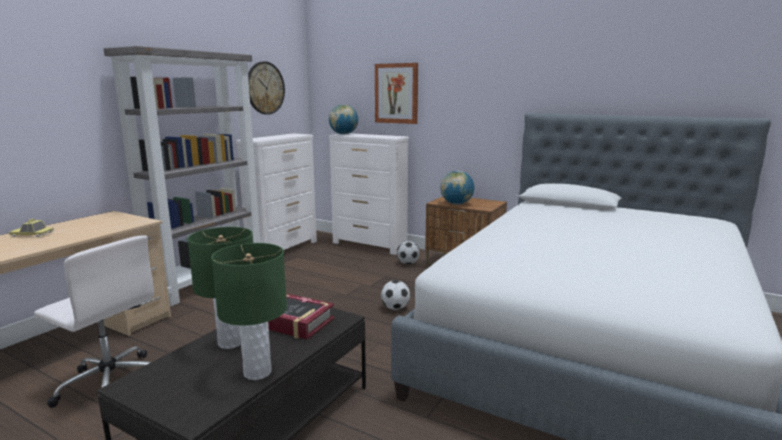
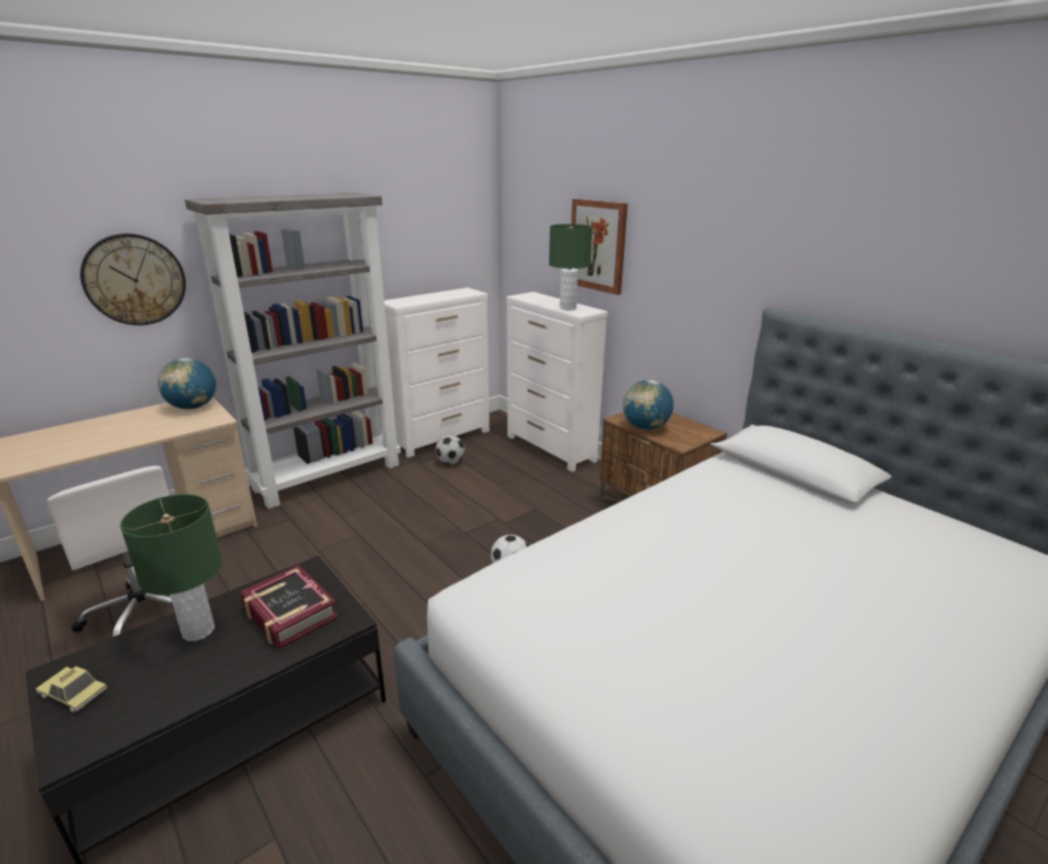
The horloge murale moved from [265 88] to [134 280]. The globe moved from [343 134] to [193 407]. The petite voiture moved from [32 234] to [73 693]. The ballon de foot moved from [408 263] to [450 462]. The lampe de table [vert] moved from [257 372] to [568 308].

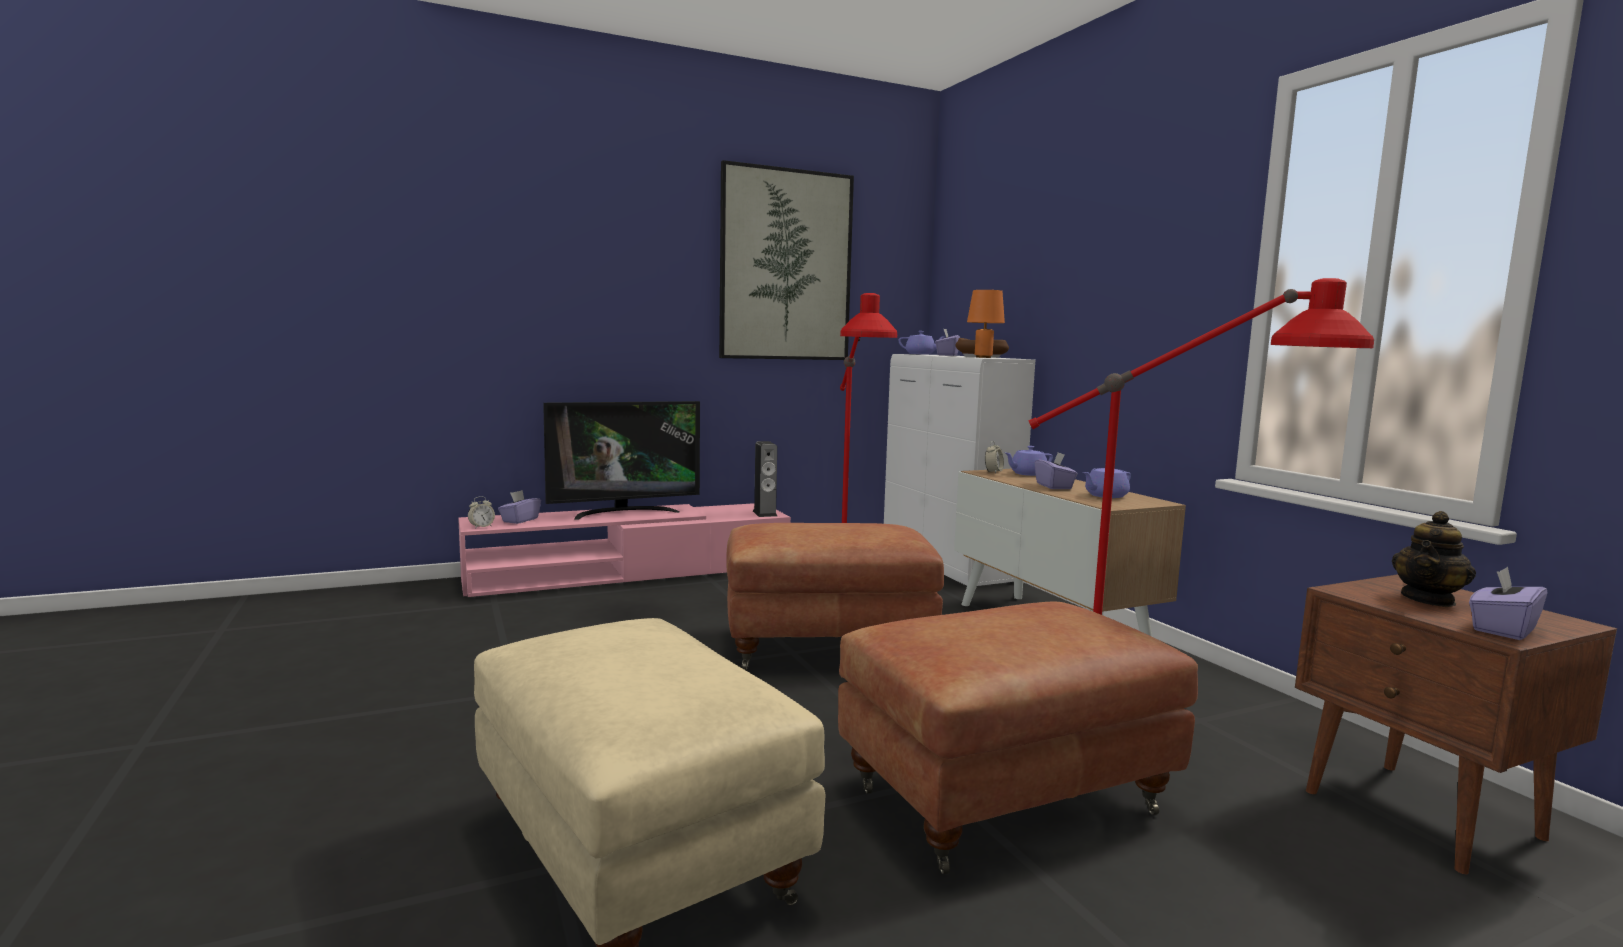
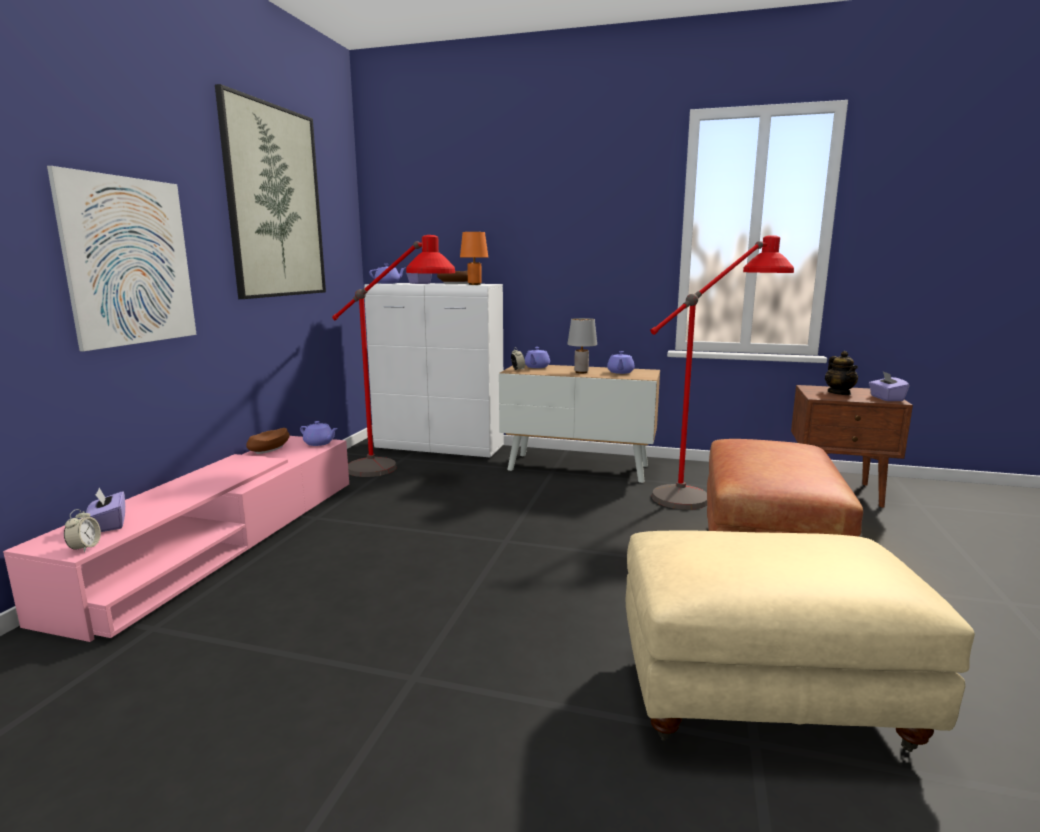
The téléviseur at [624 512] disappeared. The enceinte at [764 513] was replaced by the théière [violet] at [319 443]. The boîte à mouchoirs [violet] at [1054 486] was replaced by the lampe de table [gris] at [581 372]. The pouf [marron] at [828 647] disappeared. The tableau at [130 261] appeared. The bol [marron] at [269 449] appeared.

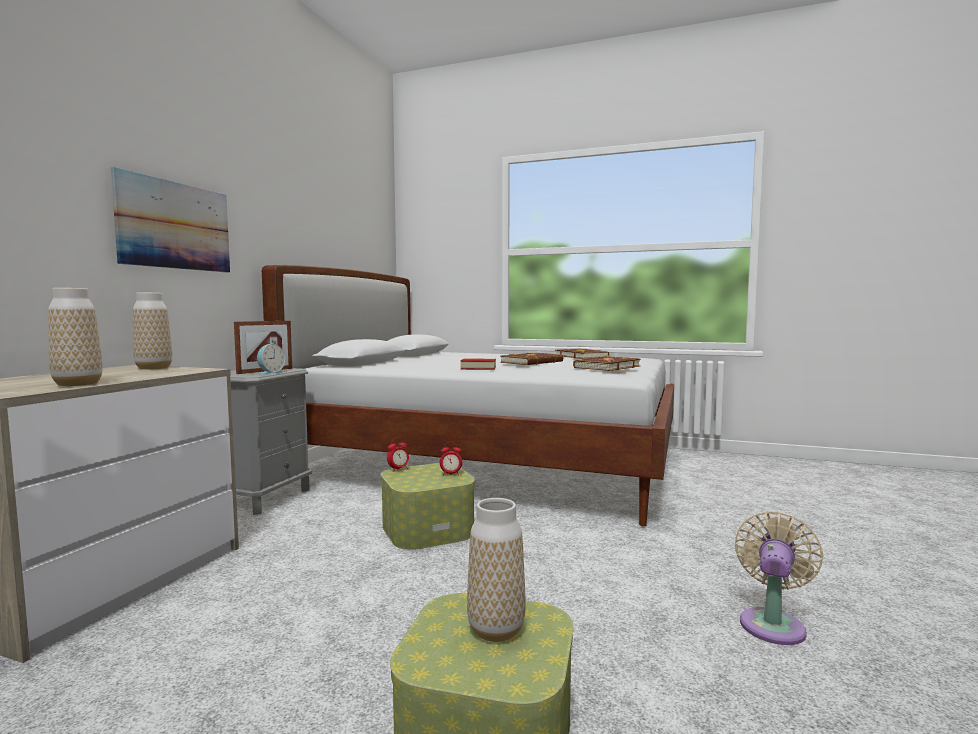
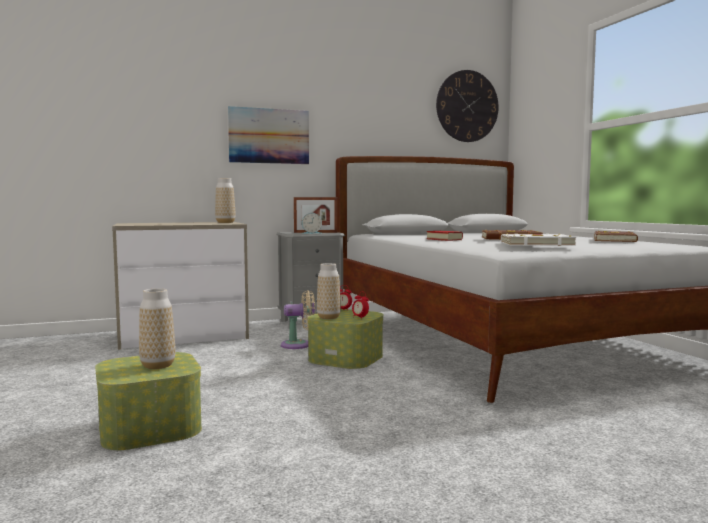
The vase moved from [78 384] to [328 317]. The livre [marron] at [606 367] became the livre [blanc] at [536 244]. The ventilateur [beige] moved from [773 623] to [299 345]. The horloge murale at [467 106] appeared.

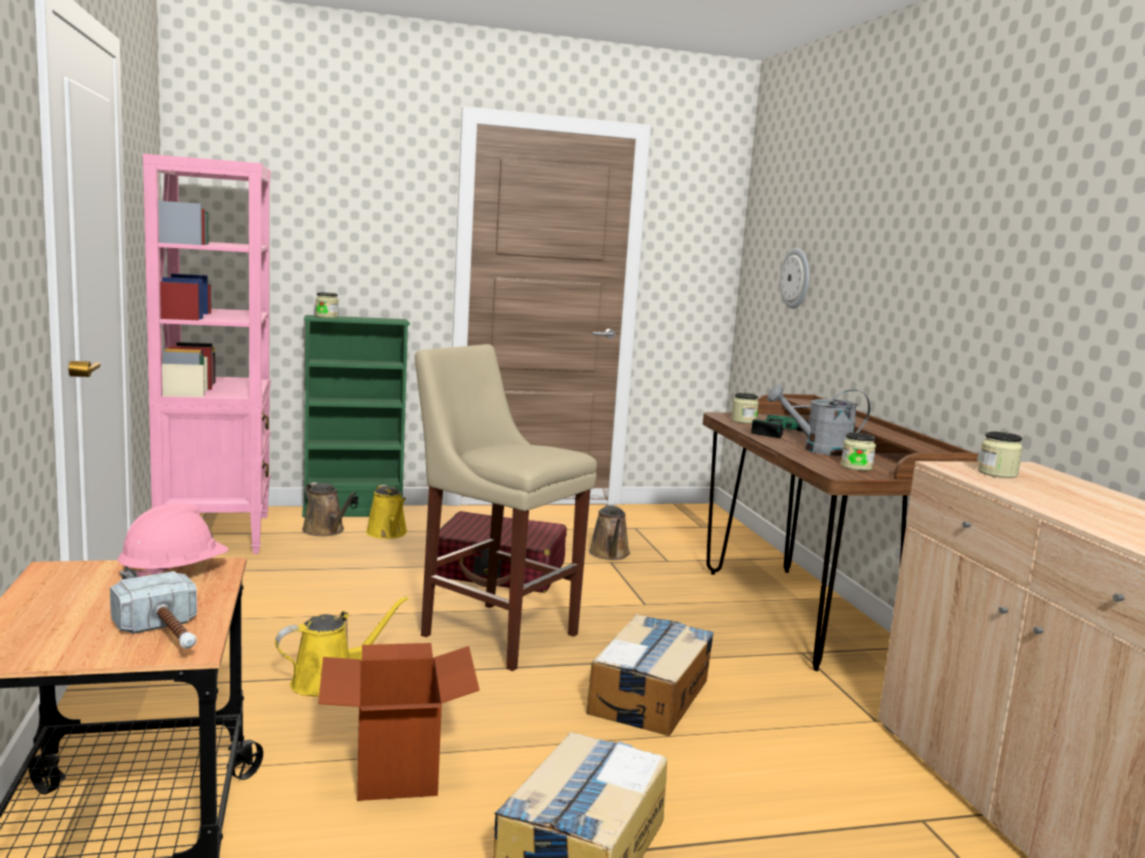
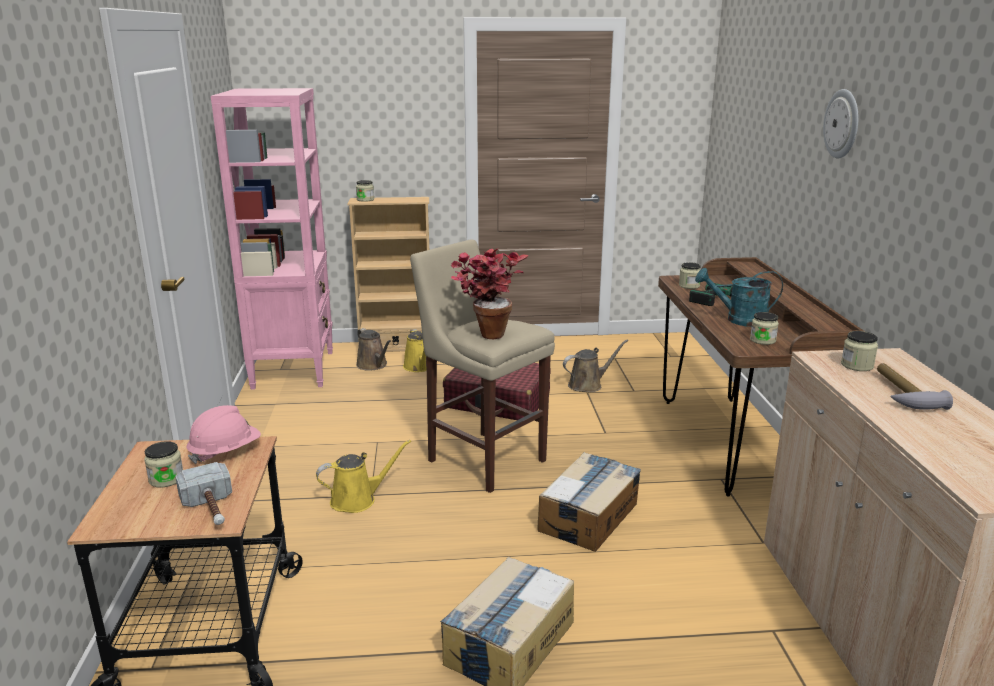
The horloge murale moved from [796 278] to [842 124]. The bibliothèque [vert] at [353 511] became the bibliothèque [beige] at [396 346]. The arrosoir [gris] at [818 450] became the arrosoir [turquoise] at [739 320]. The arrosoir [marron] at [610 554] turned 120 degrees counterclockwise. The carton at [396 770] disappeared. The plante en pot at [486 333] appeared. The marteau at [901 393] appeared. The bocal at [166 479] appeared.

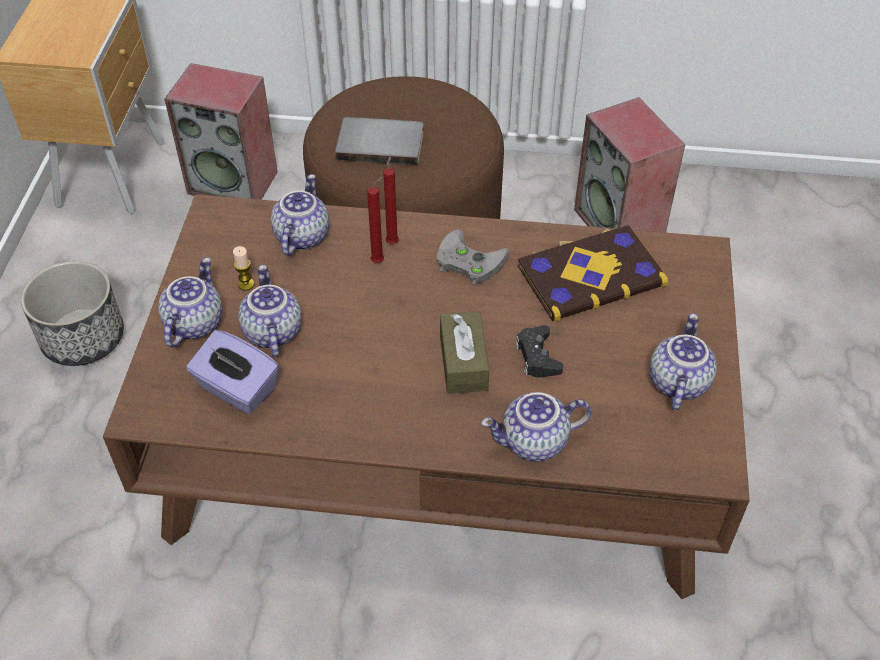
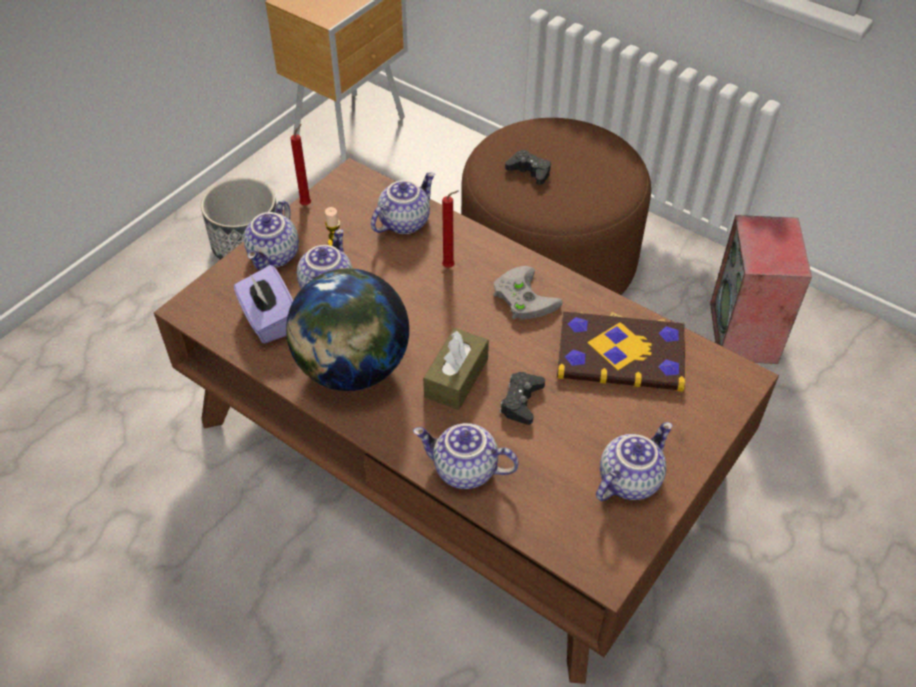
The enceinte at [234 182] disappeared. The livre [gris] at [380 142] was replaced by the manette [noir] at [529 171]. The bougie [rouge] moved from [393 241] to [307 204]. The théière at [193 323] turned 150 degrees clockwise. The globe at [352 368] appeared.

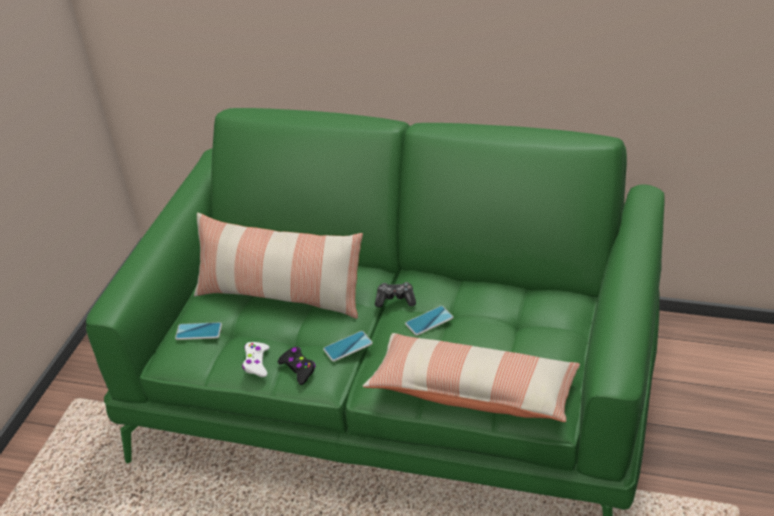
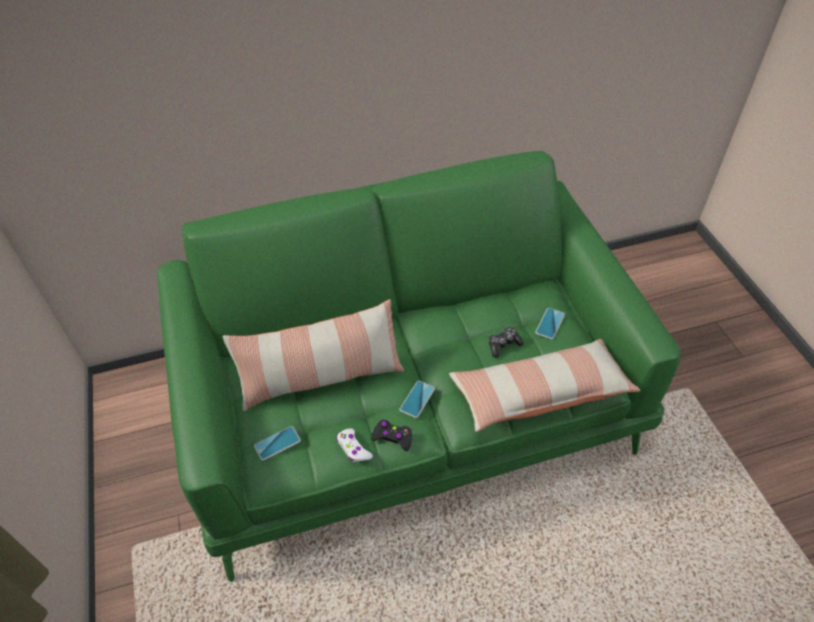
The manette moved from [395 299] to [503 345]. The téléphone moved from [429 321] to [550 323].

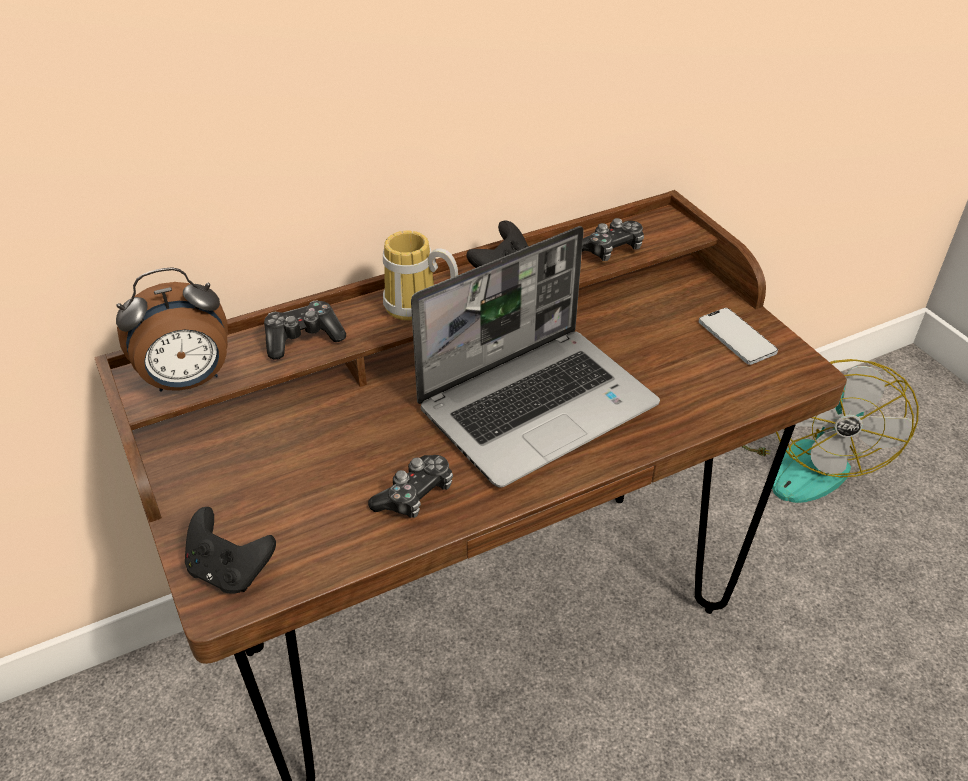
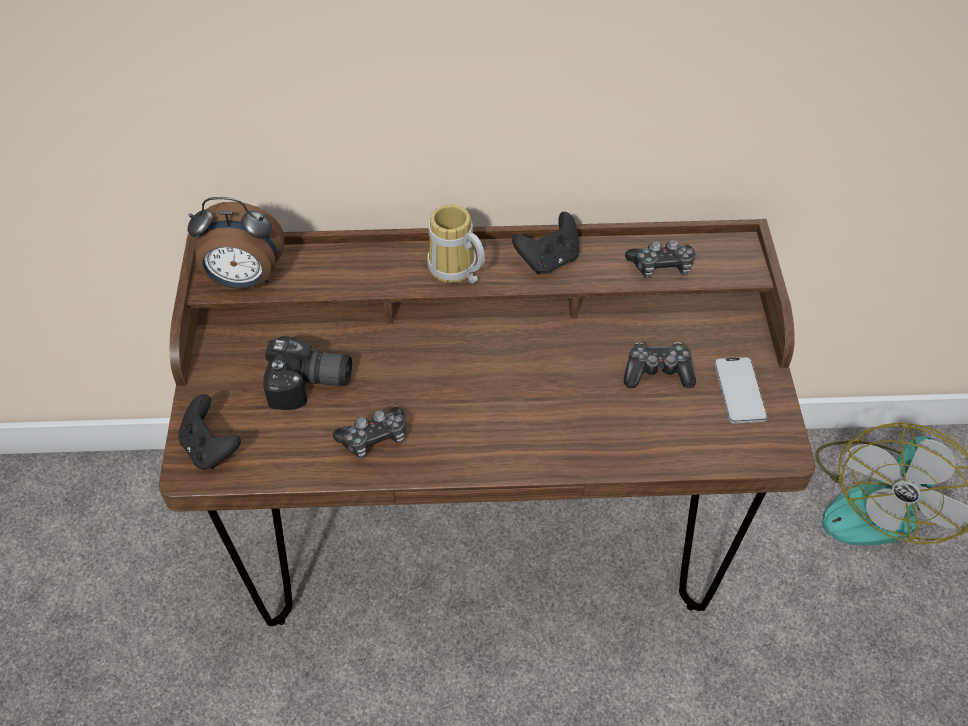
The ordinateur portable at [538 405] disappeared. The manette moved from [303 338] to [657 372]. The appareil photo at [310 385] appeared.

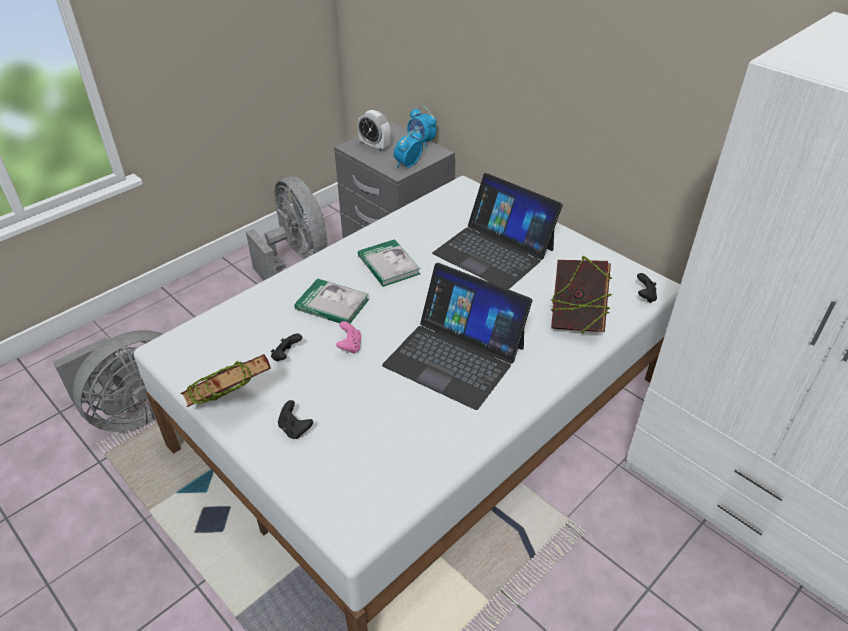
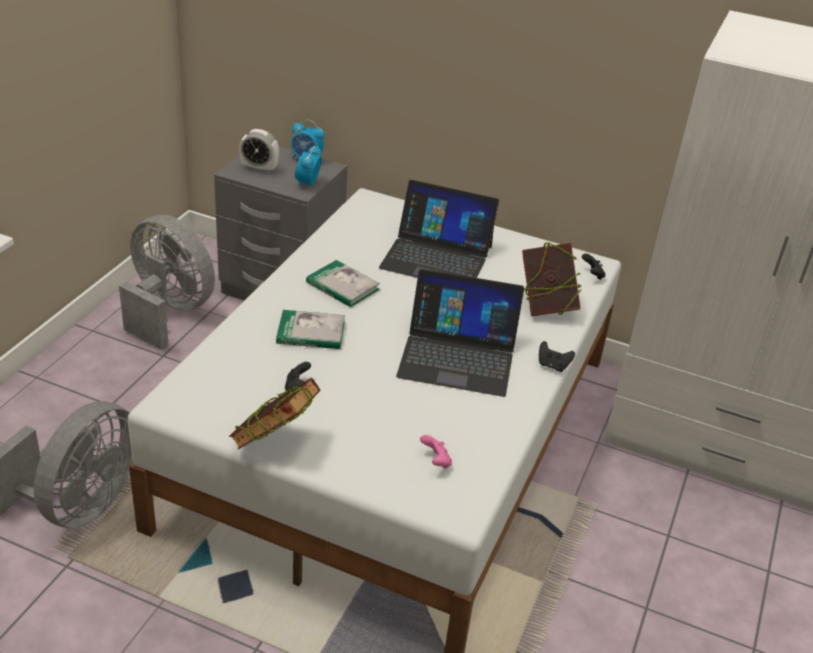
The manette [rose] moved from [350 346] to [436 461]. The manette [noir] moved from [295 429] to [552 366].

